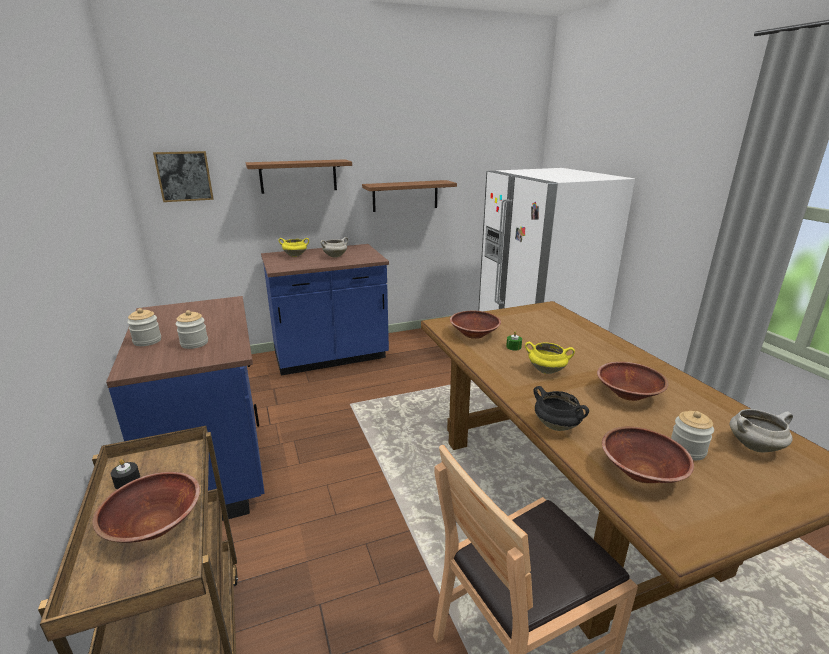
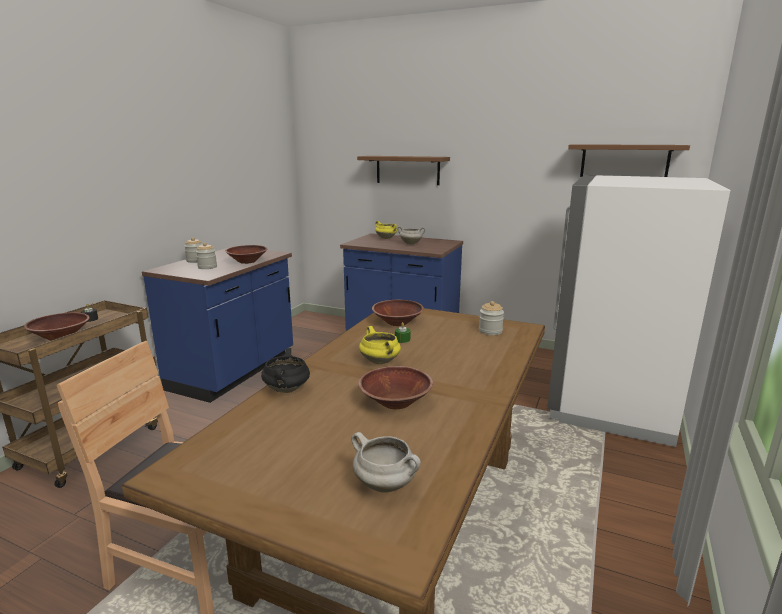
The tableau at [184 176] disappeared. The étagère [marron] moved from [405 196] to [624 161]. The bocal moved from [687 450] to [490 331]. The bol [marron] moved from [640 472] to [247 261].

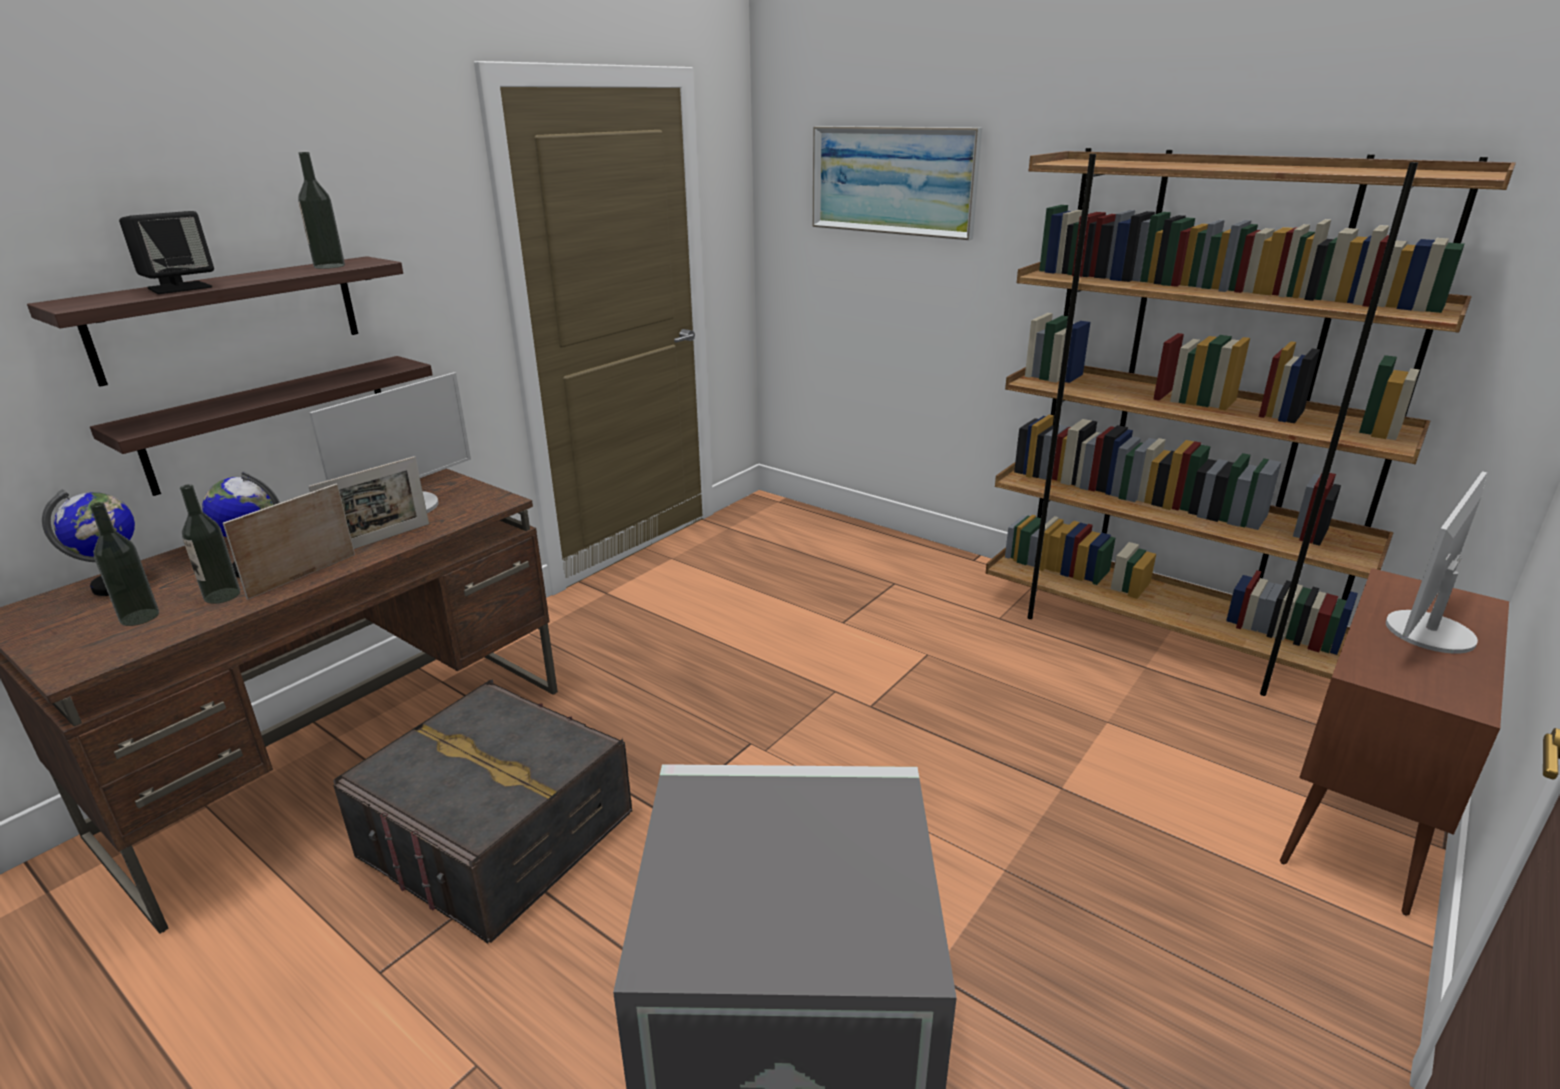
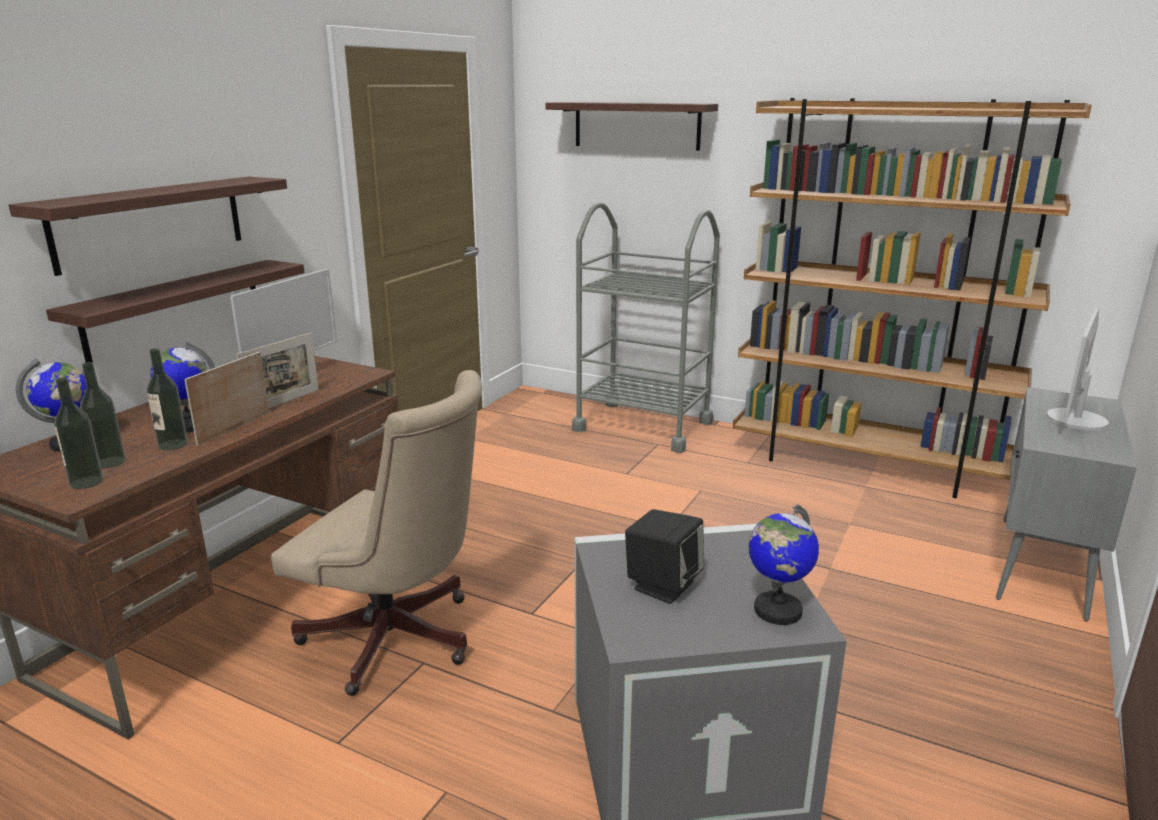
The tableau at [893 180] was replaced by the étagère at [636 125]. The bouteille moved from [329 266] to [86 482]. The enceinte [noir] moved from [179 288] to [663 585]. The meuble de rangement [marron] at [1360 817] became the meuble de rangement [gris] at [1041 567]. The boîte de rangement [gris] at [498 836] was replaced by the chaise de bureau [beige] at [398 641]. The chariot [gris] at [643 426] appeared. The globe at [777 610] appeared.

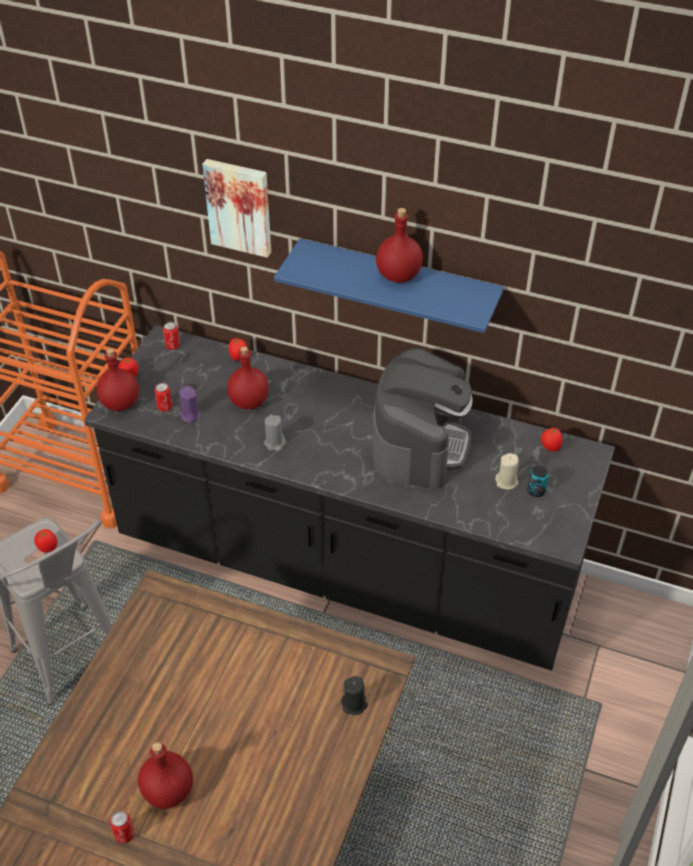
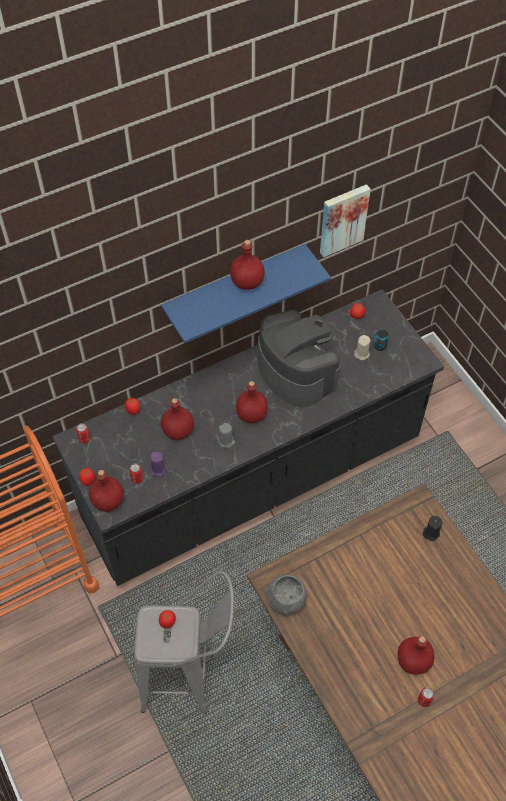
The tableau moved from [239 206] to [342 219]. The bouteille [rouge] at [251 414] appeared. The bol [gris] at [286 601] appeared.

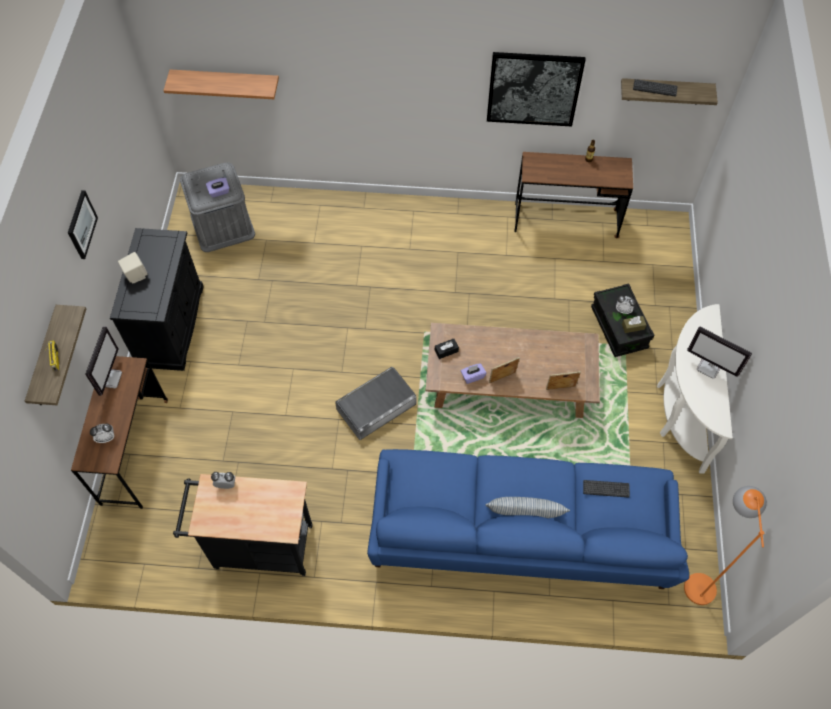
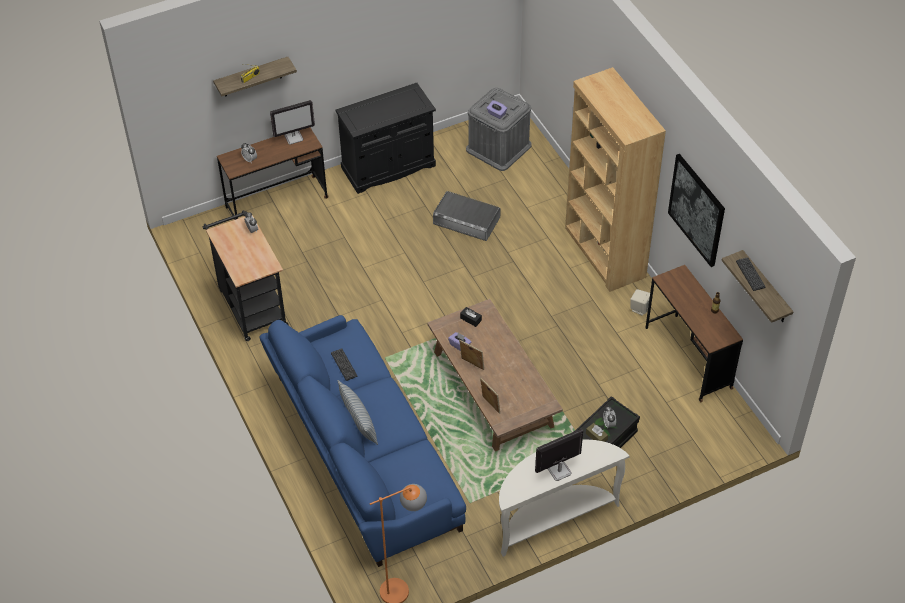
The étagère at [226 82] disappeared. The tableau at [81 224] disappeared. The enceinte [beige] moved from [136 275] to [639 308]. The écran d'ordinateur at [709 367] turned 60 degrees clockwise. The boîte de rangement [gris] moved from [376 406] to [466 220]. The clavier moved from [606 489] to [344 364]. The bibliothèque [marron] at [604 253] appeared.

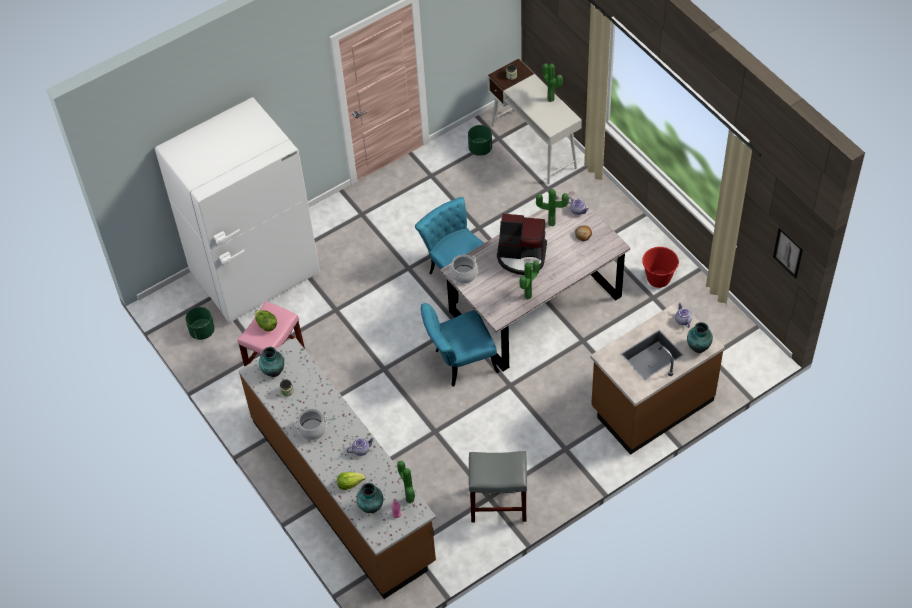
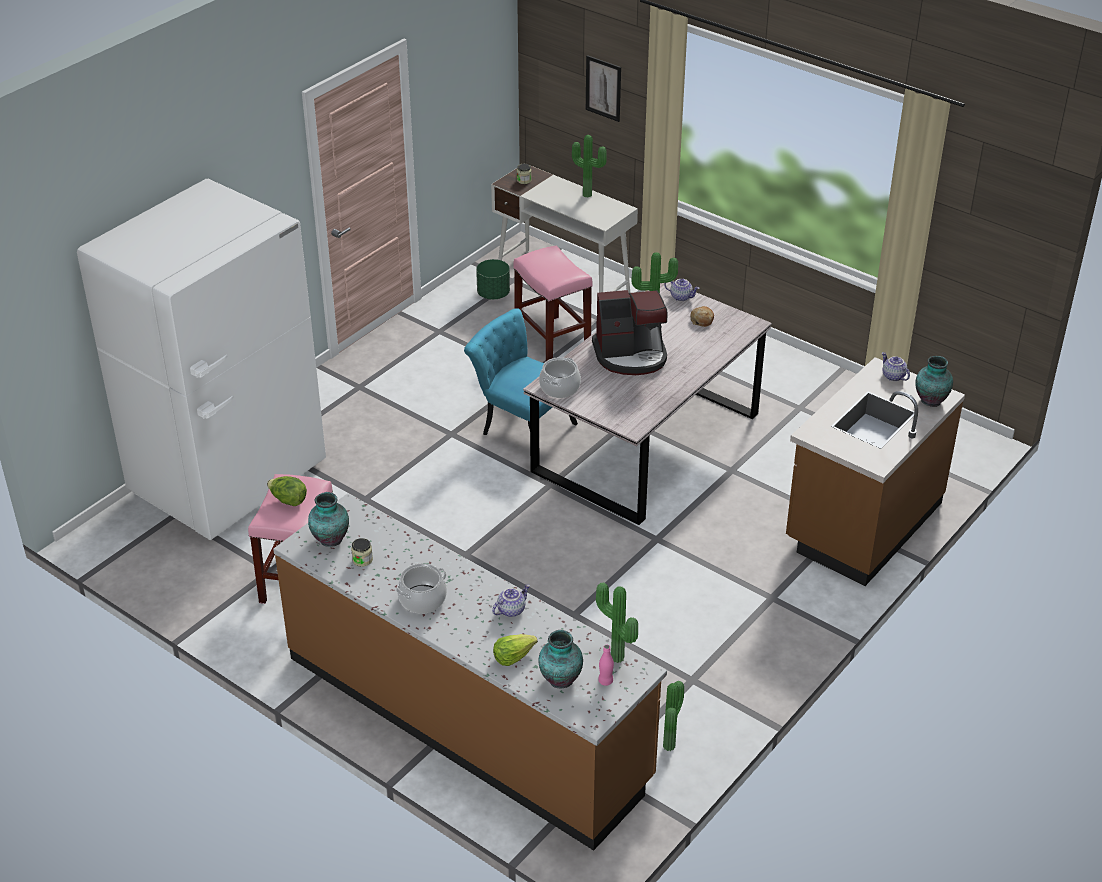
The tableau moved from [788 252] to [603 88]. The seau [rouge] at [658 279] disappeared. The plante en pot moved from [529 296] to [671 746]. The chaise [turquoise] at [459 363] disappeared. The cache-pot [vert] at [202 331] disappeared. The tabouret [gris] at [498 504] disappeared. The tabouret [rose] at [551 339] appeared.

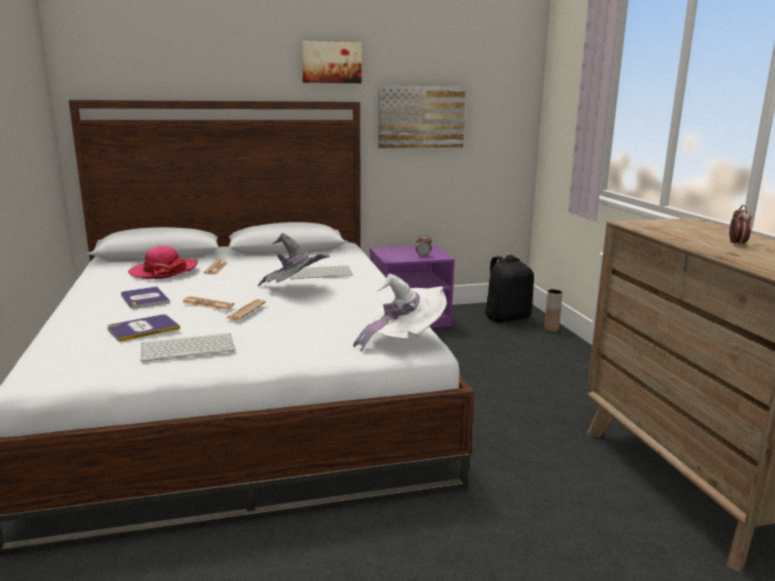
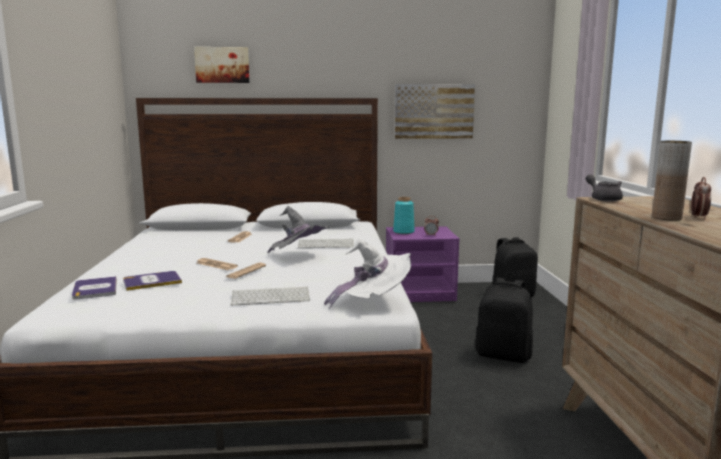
The tableau moved from [331 62] to [222 65]. The chapeau at [164 271] disappeared. The livre moved from [144 298] to [95 289]. The vase [marron] moved from [551 329] to [666 218]. The clavier moved from [189 347] to [271 297]. The théière [gris] at [603 199] appeared. The vase [turquoise] at [403 232] appeared. The sac à dos [noir] at [503 355] appeared.

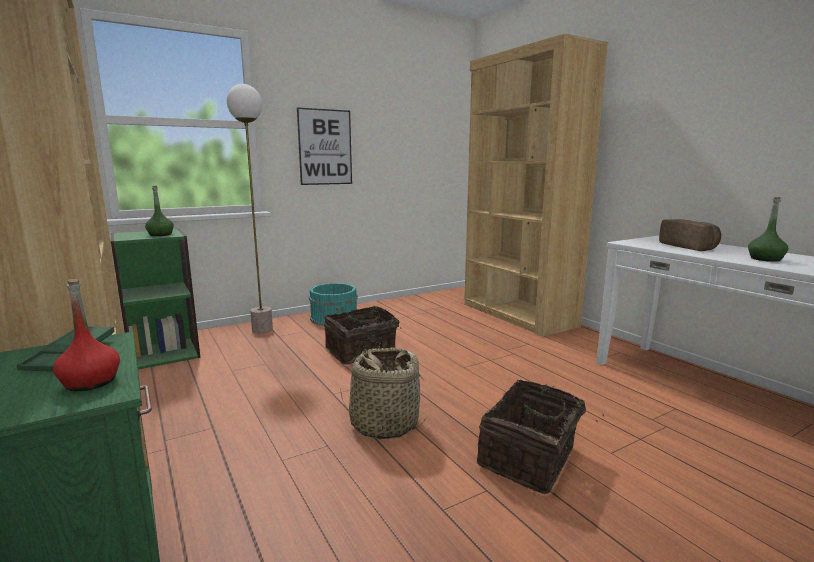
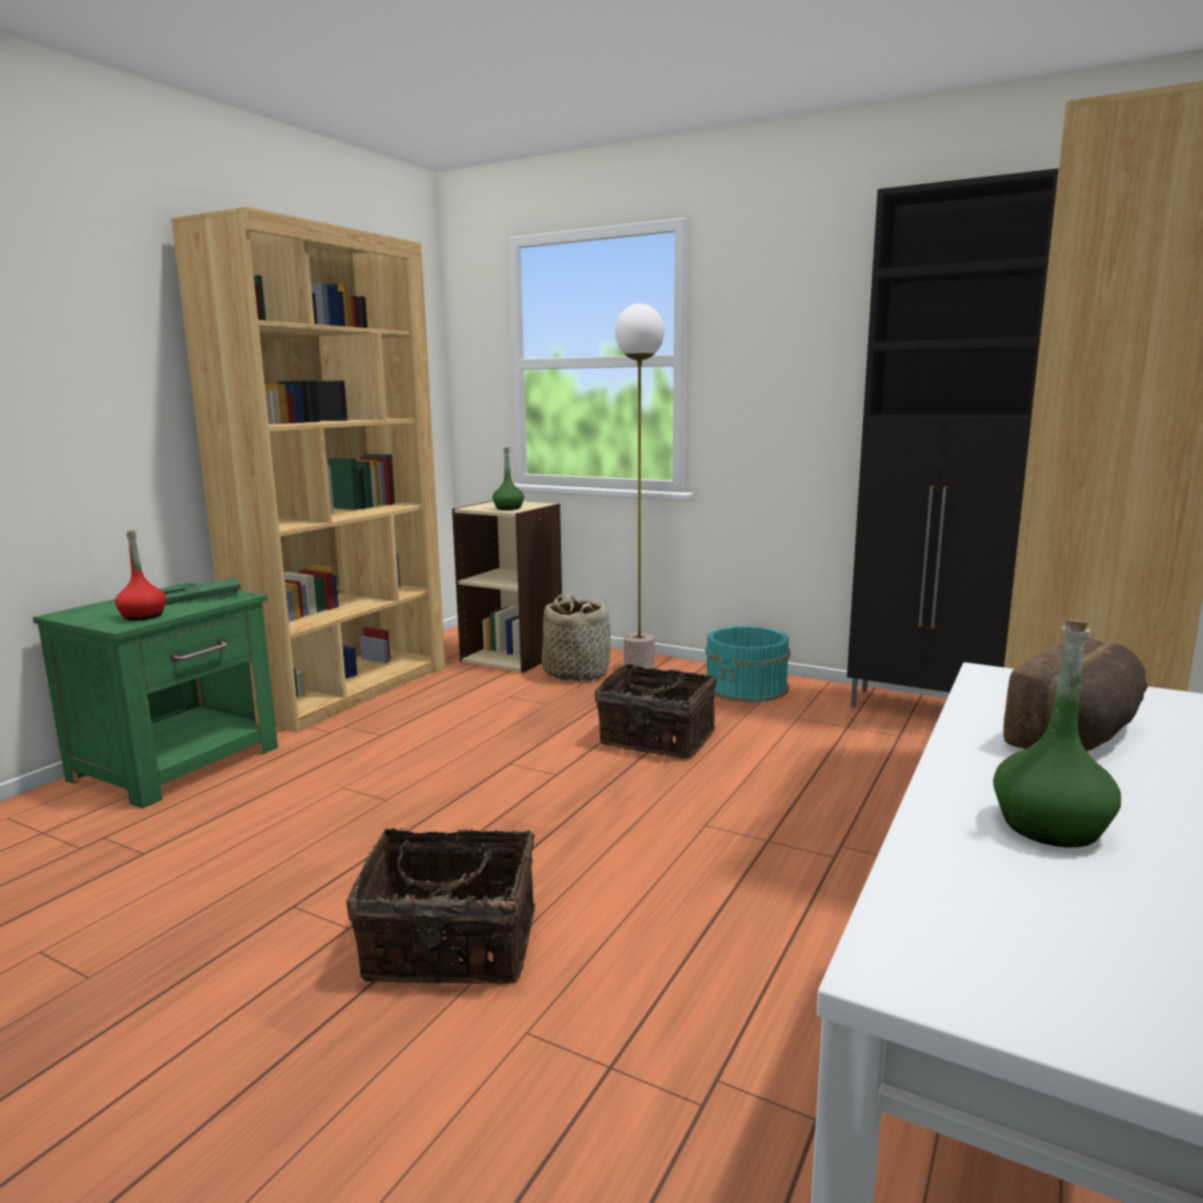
The tableau at [325 147] disappeared. The bibliothèque [vert] at [164 353] became the bibliothèque [beige] at [513 656]. The panier moved from [384 424] to [576 673]. The meuble de rangement [noir] at [926 710] appeared.

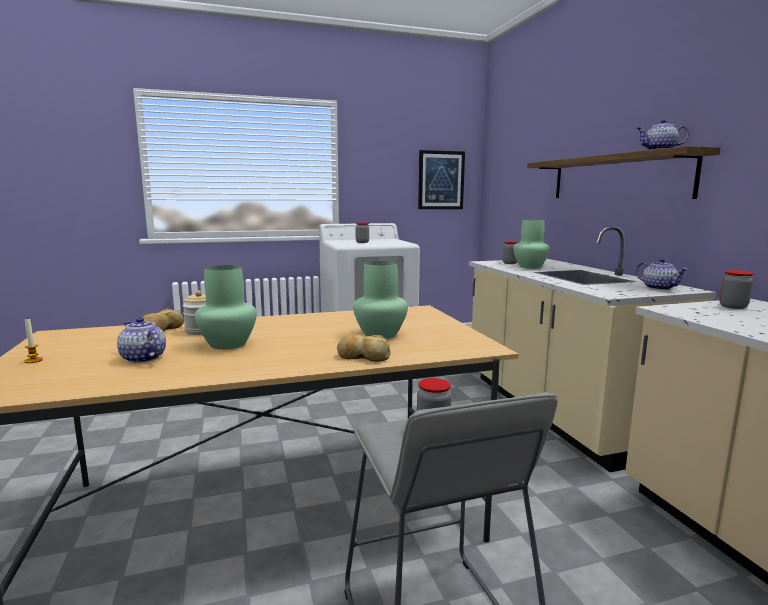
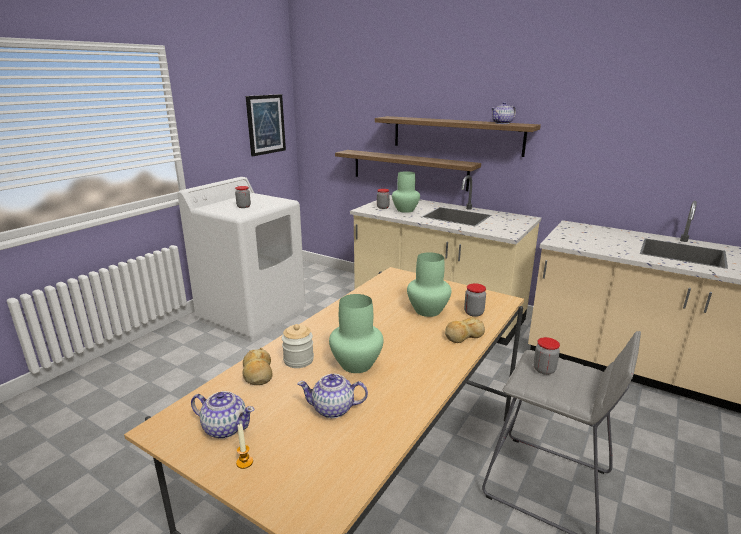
The théière moved from [658 288] to [225 427]. The bocal moved from [733 307] to [473 313]. The étagère at [409 169] appeared.

